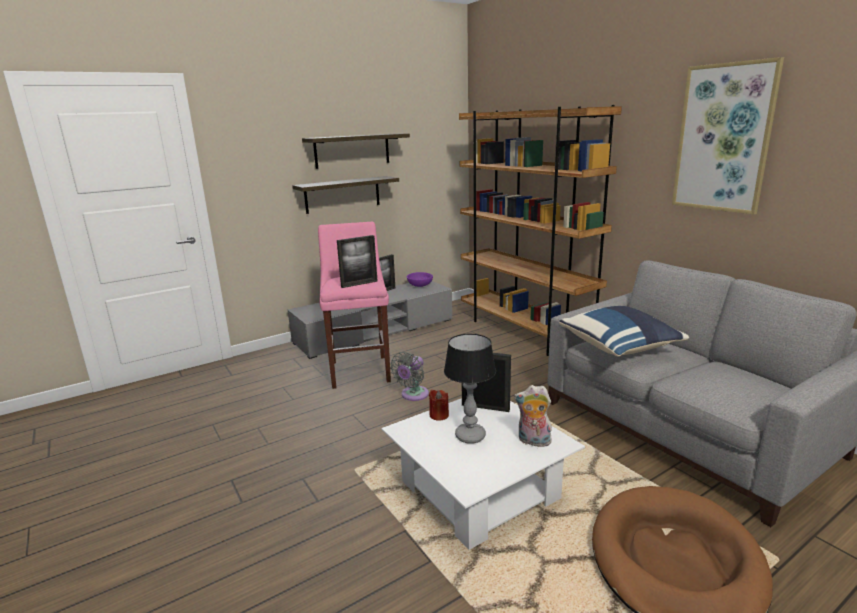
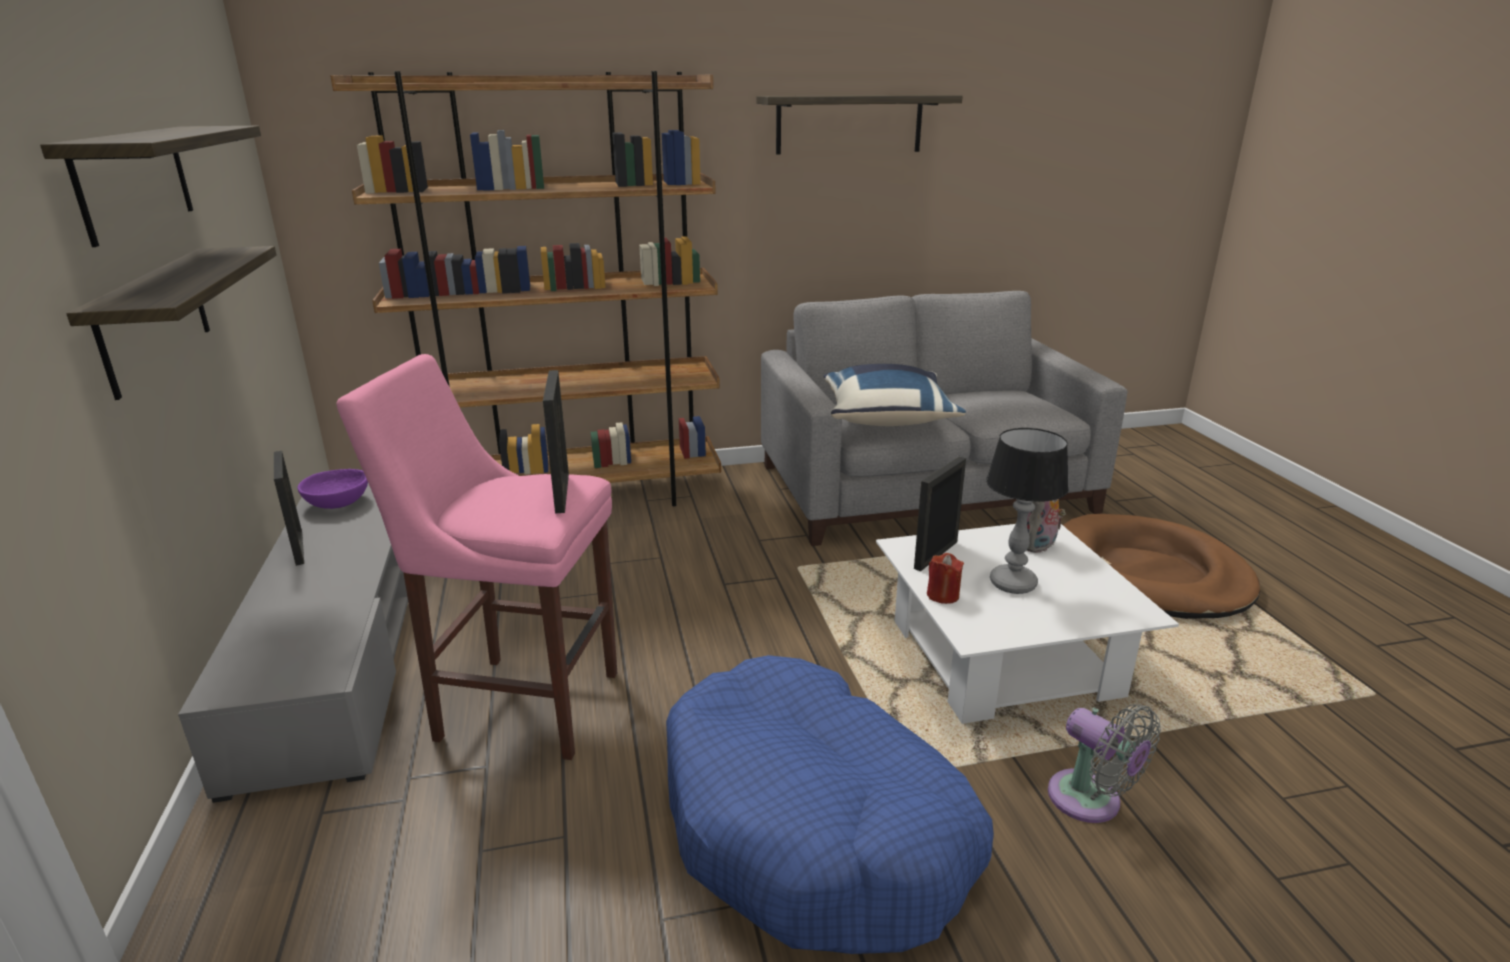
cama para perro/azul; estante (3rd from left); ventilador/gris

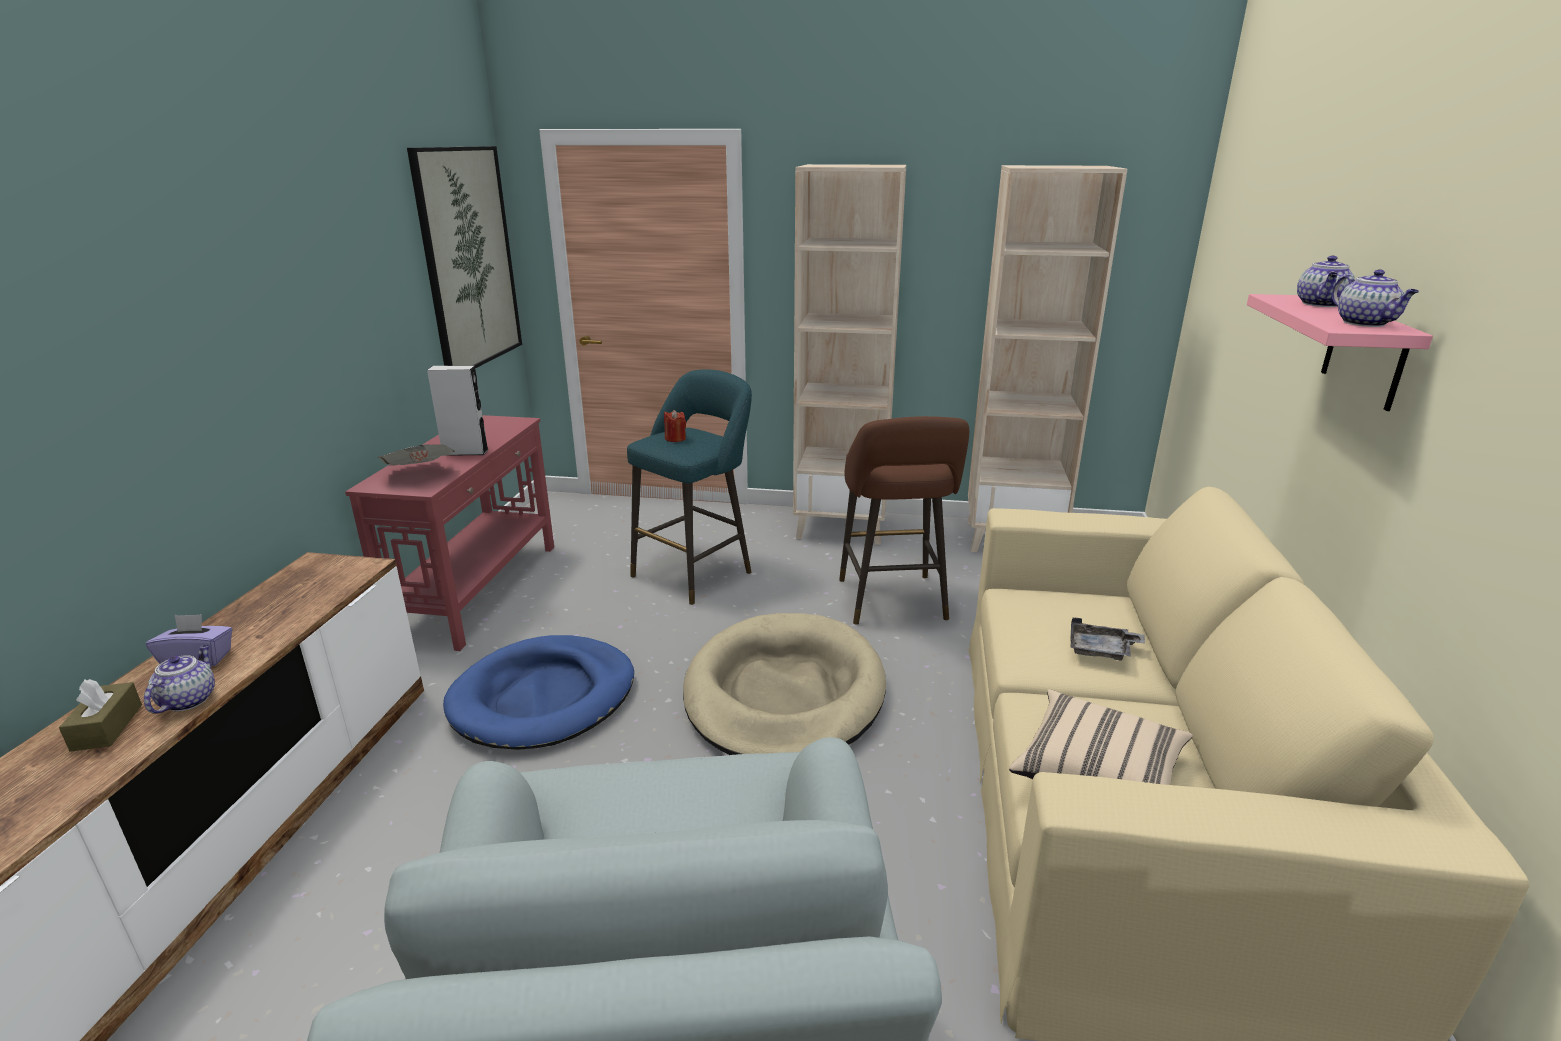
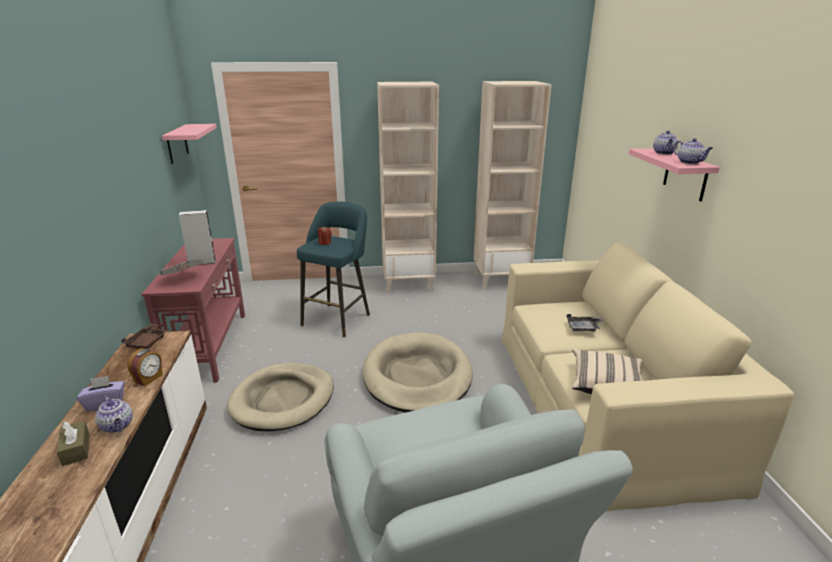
tetera (1st from left); bandeja/marrón; despertador; estante/rosa (1st from left); cama para perro/beis (1st from left); taburete/marrón

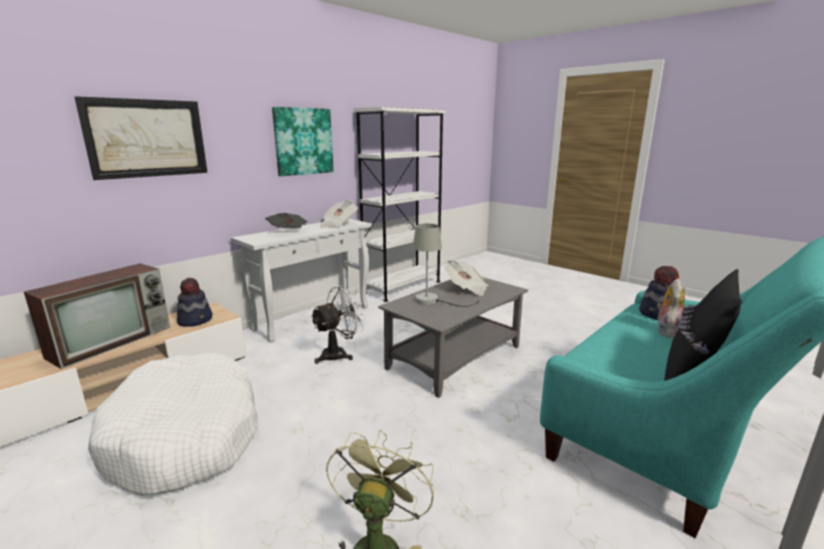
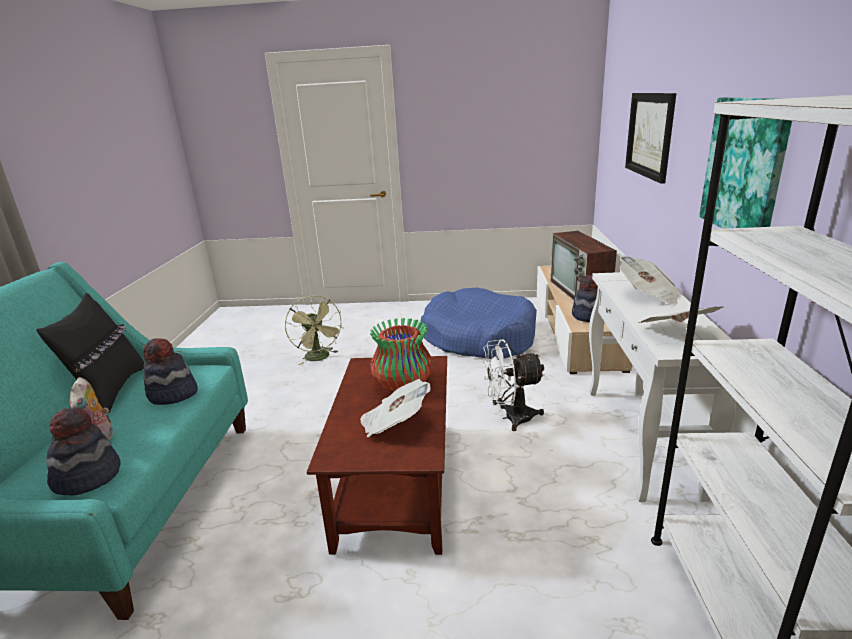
sombrero (2nd from left); mesa de centro/marrón; florero; cama para perro/azul; ventilador/blanco

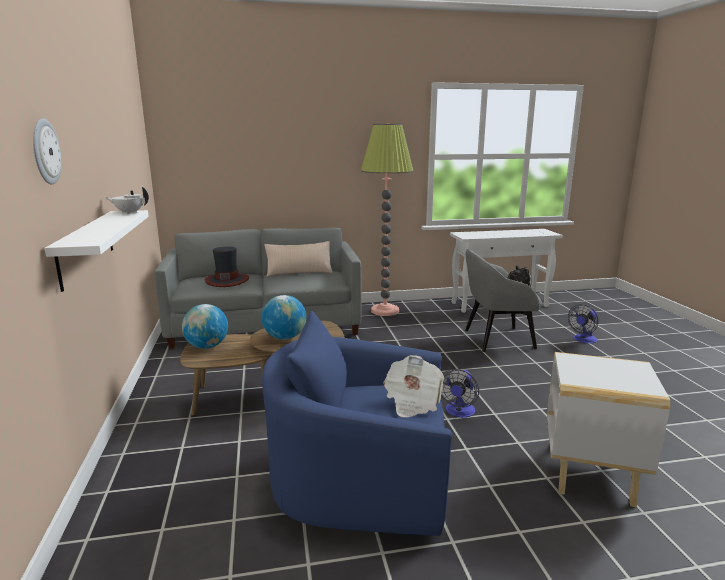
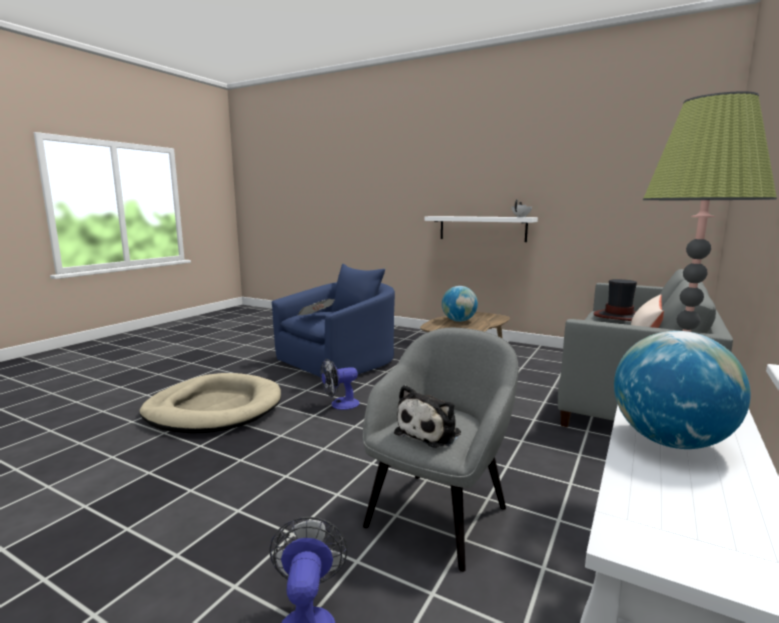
cama para perro/beis; ventilador (2nd from left); globo terráqueo (2nd from left); reloj de pared

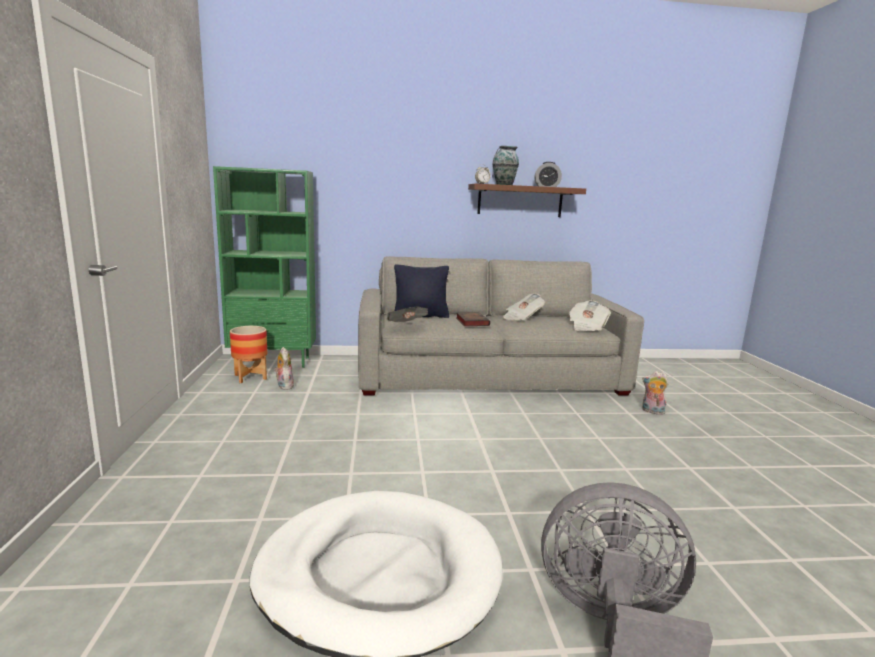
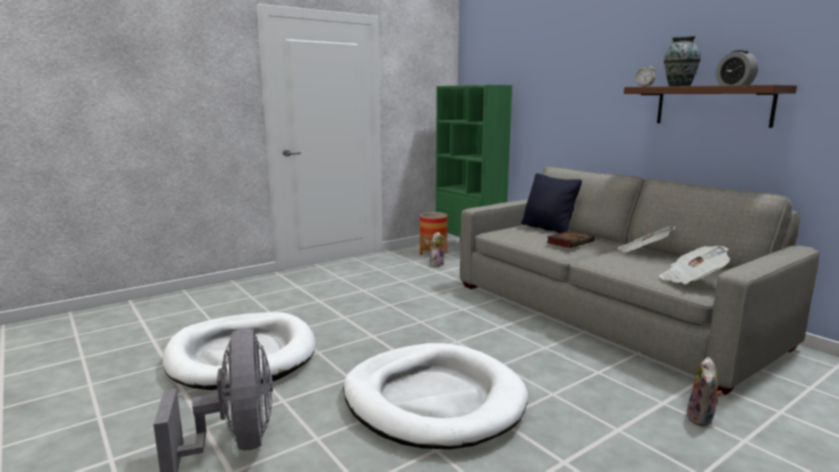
cama para perro/blanco (2nd from left); peluche (2nd from left); periódico (1st from left in the first image)

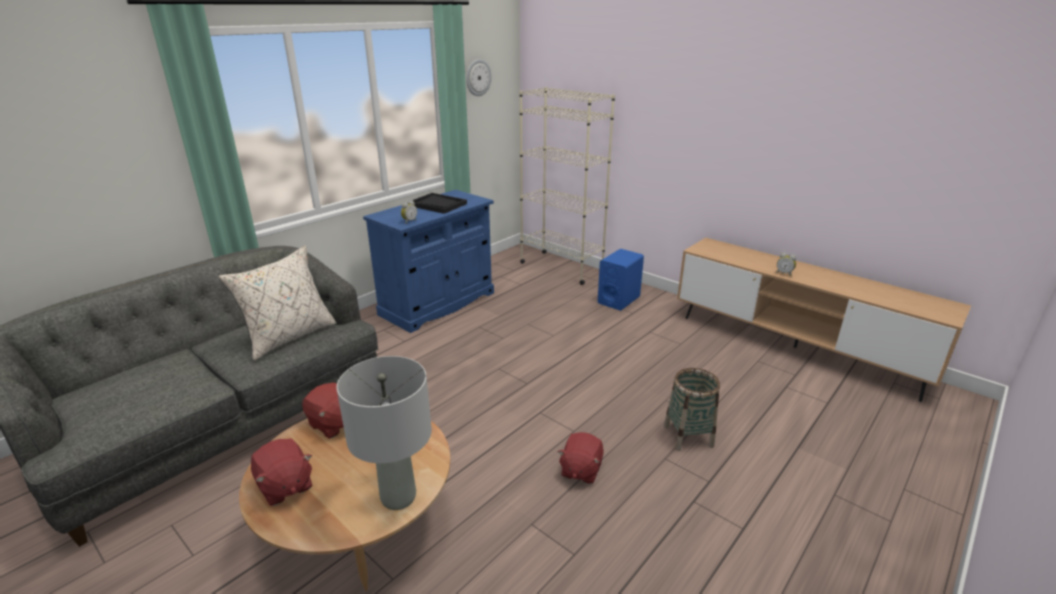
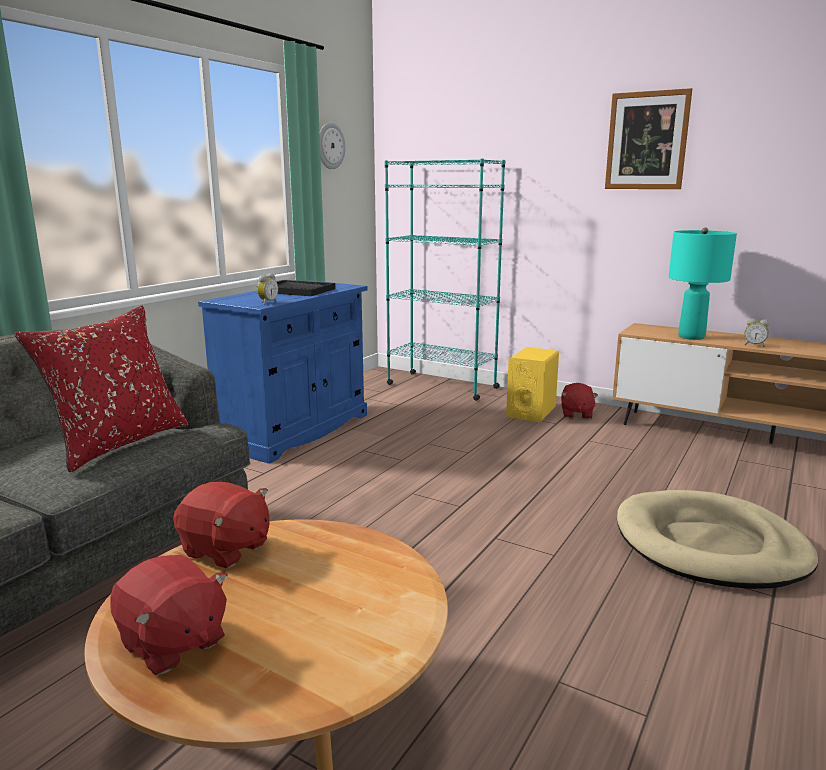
cojín/rojo; estantería/turquesa; altavoz/amarillo; peluche/rojo (3rd from left); cuadro; cama para perro/beis; lámpara de mesa/turquesa; lámpara de mesa/gris

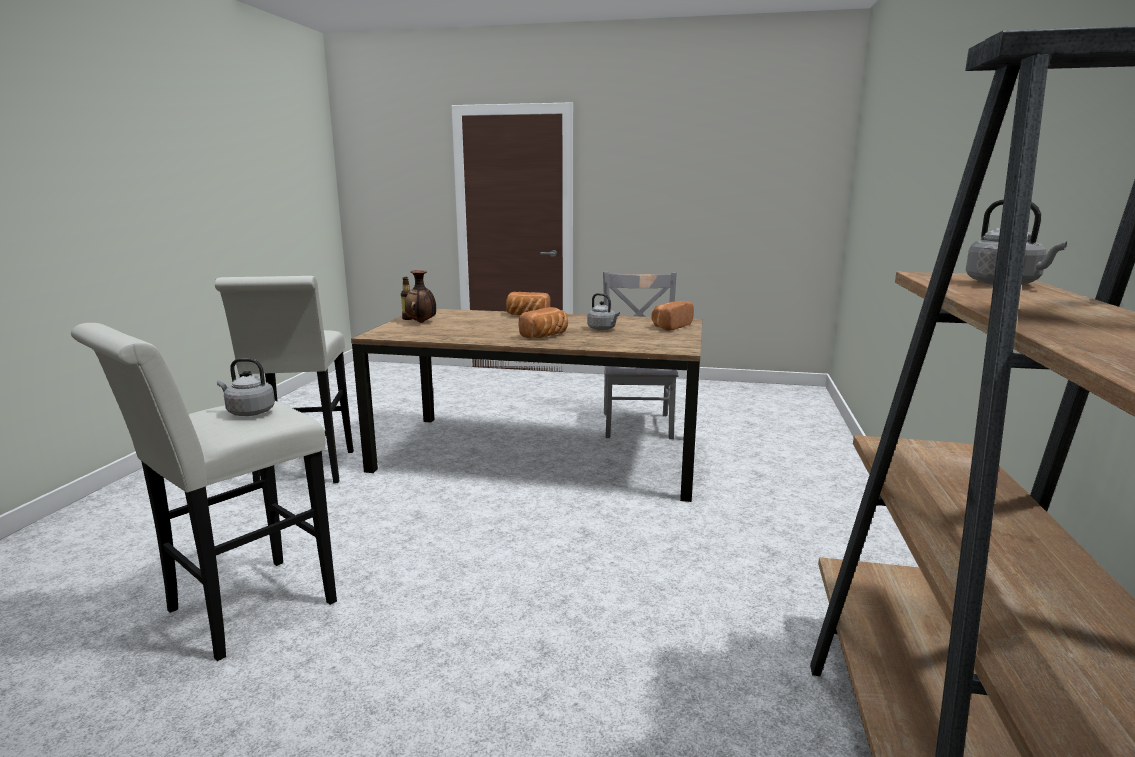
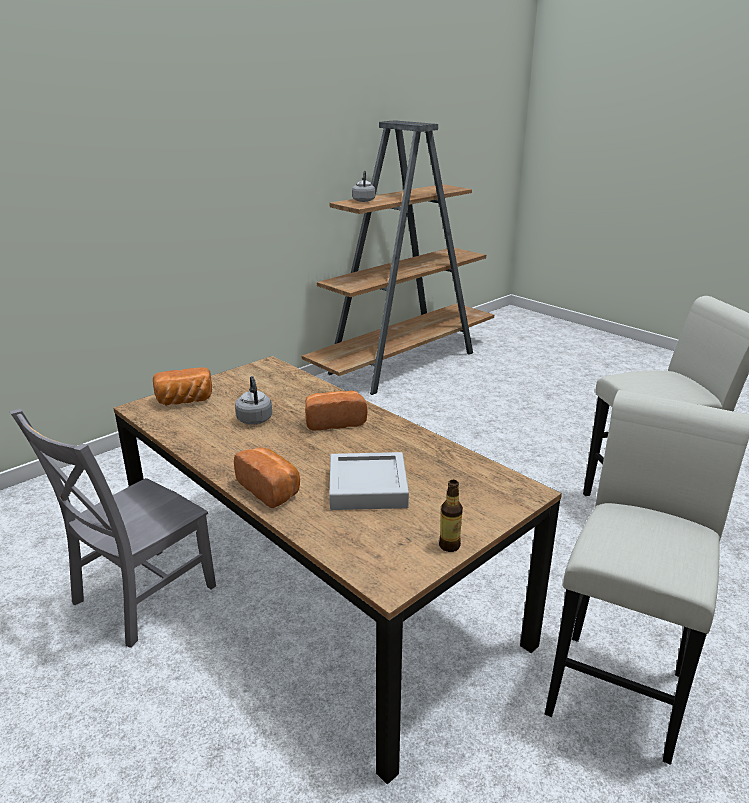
bandeja/gris; hervidor/gris (1st from left in the first image); florero

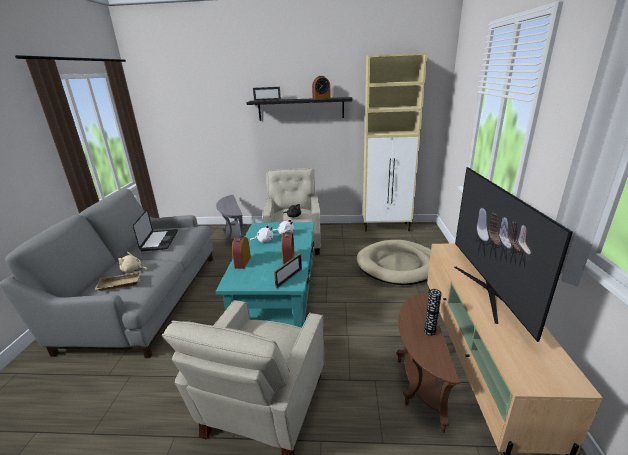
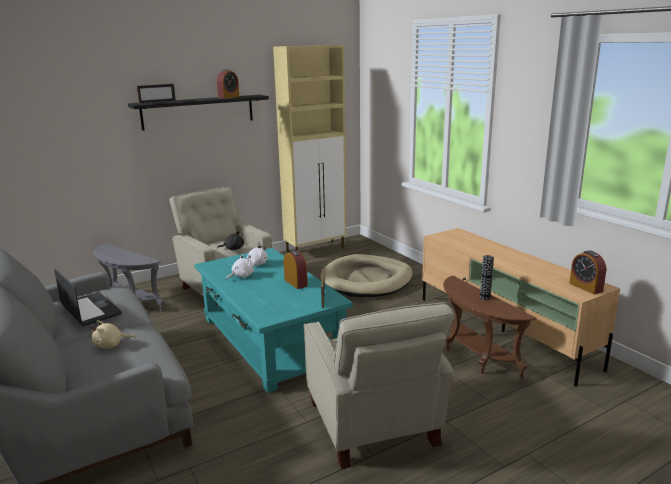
despertador (3rd from left); bandeja/beis; televisor

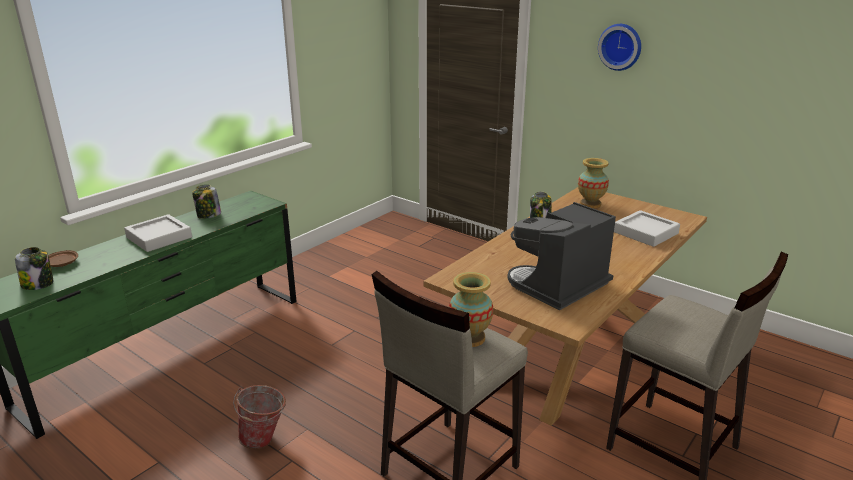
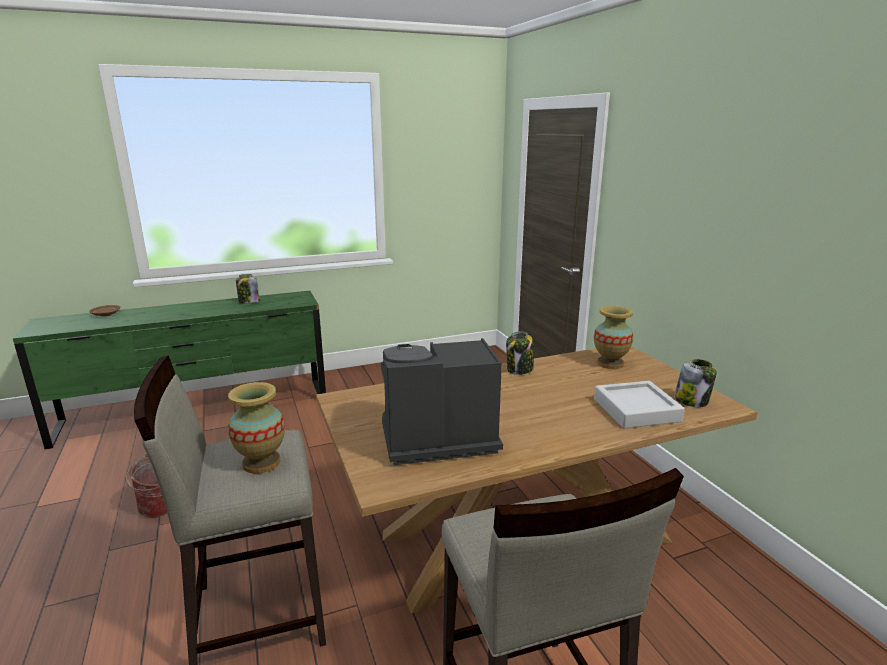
tarro (3rd from left); bandeja/gris (1st from left in the first image); reloj de pared

